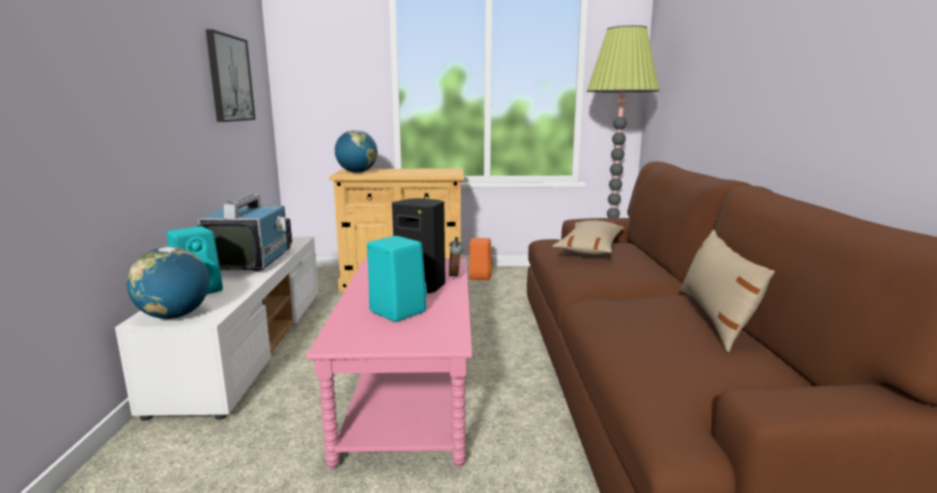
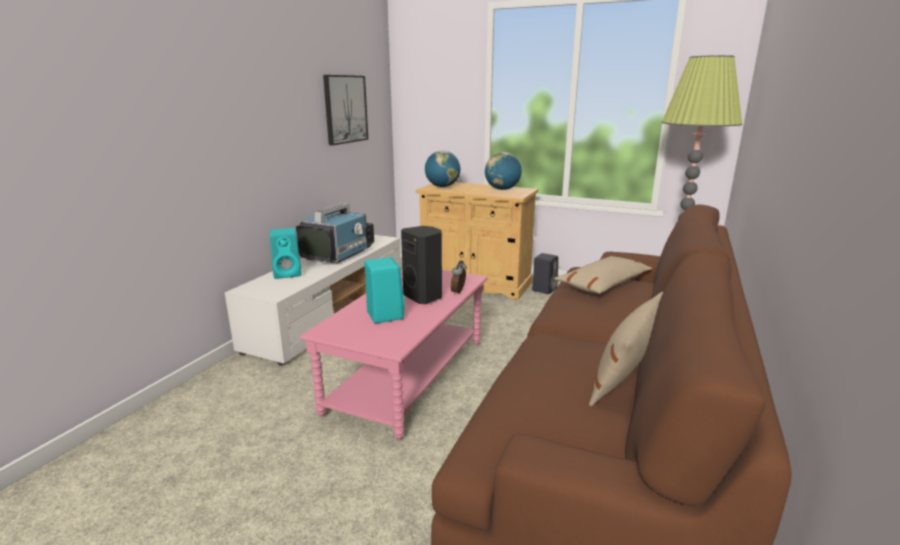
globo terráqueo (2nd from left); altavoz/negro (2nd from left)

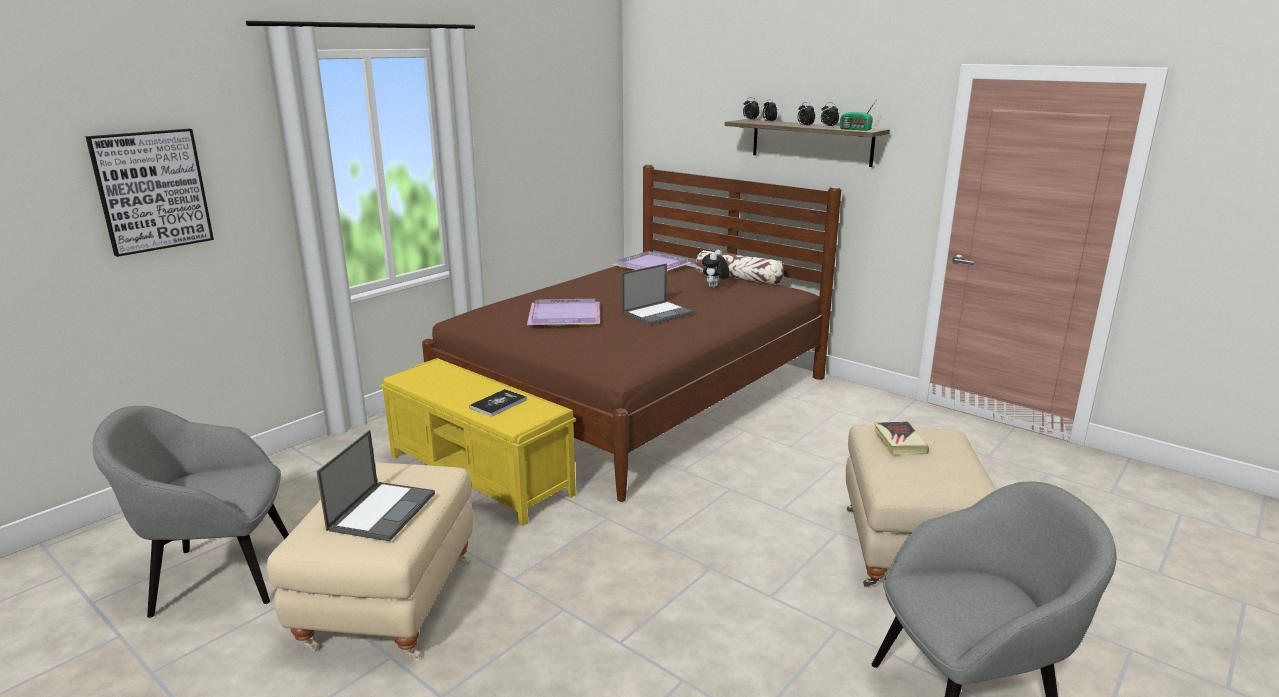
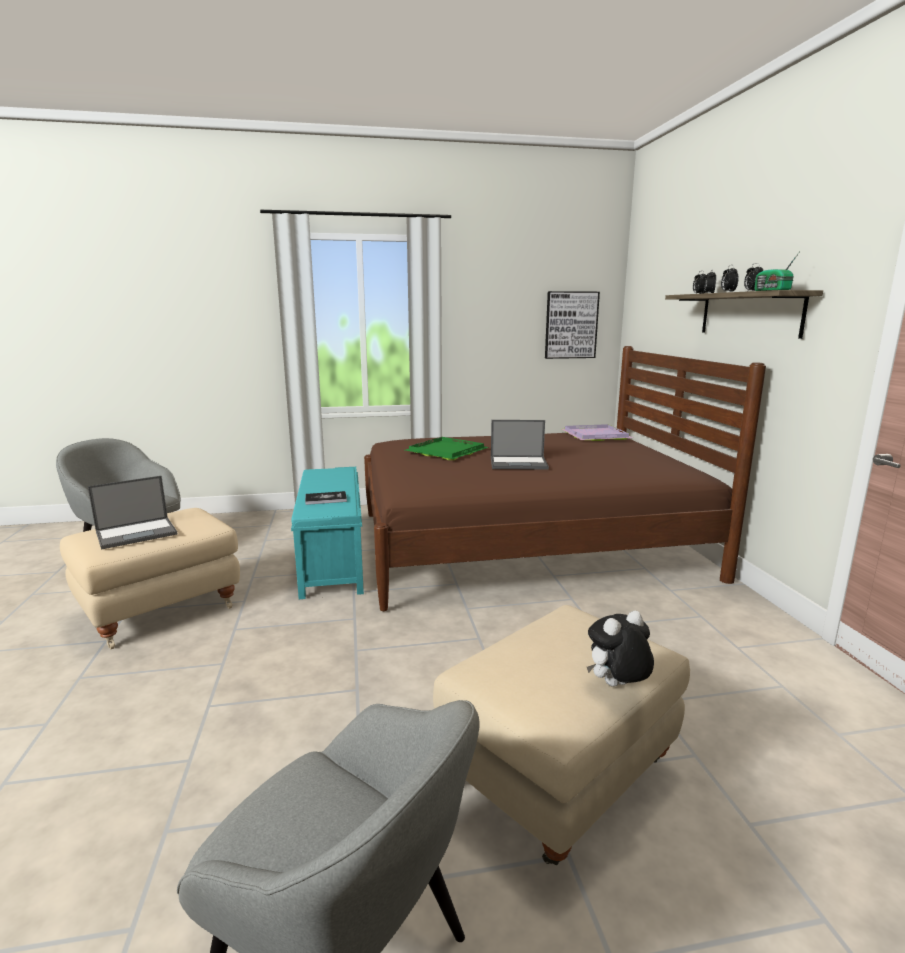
banco/turquesa; bandeja/verde; cuadro; peluche; cojín; libro (2nd from left in the first image)

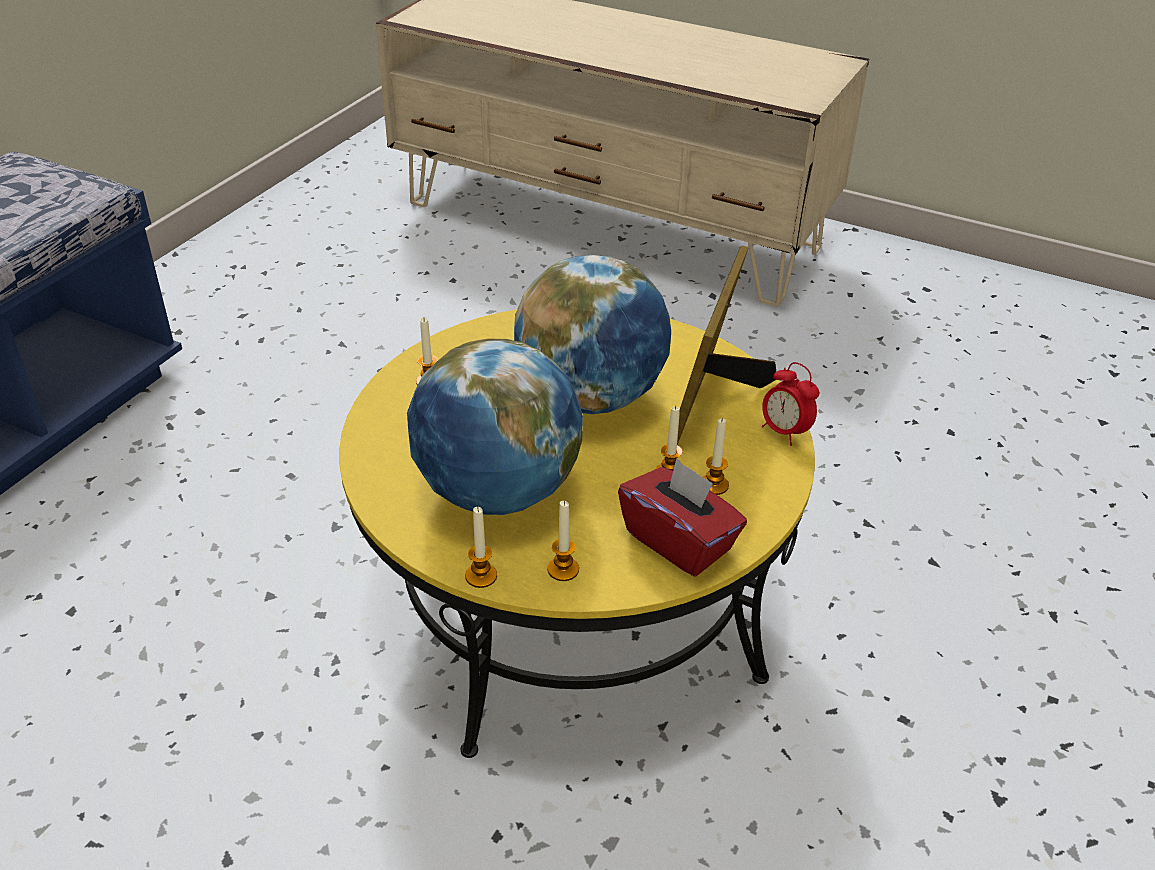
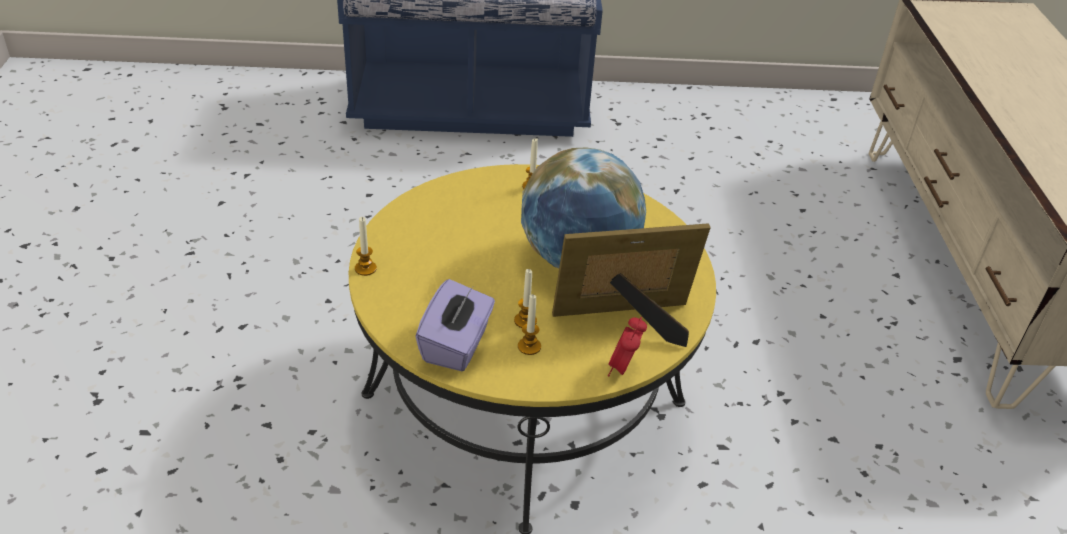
caja de pañuelos/morado; globo terráqueo (1st from left in the first image); vela (3rd from left in the first image)

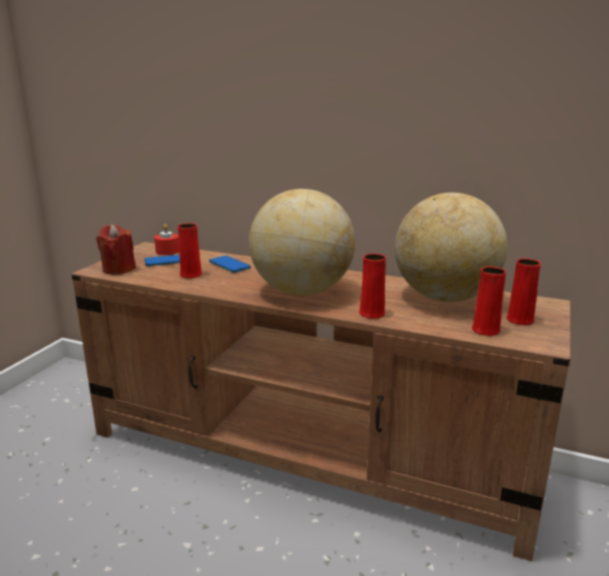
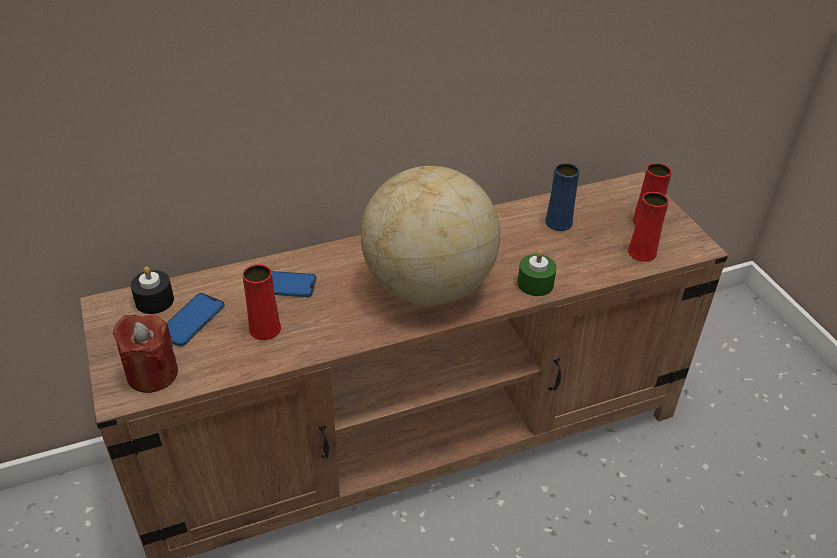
vela/negro; vela/verde; florero/azul

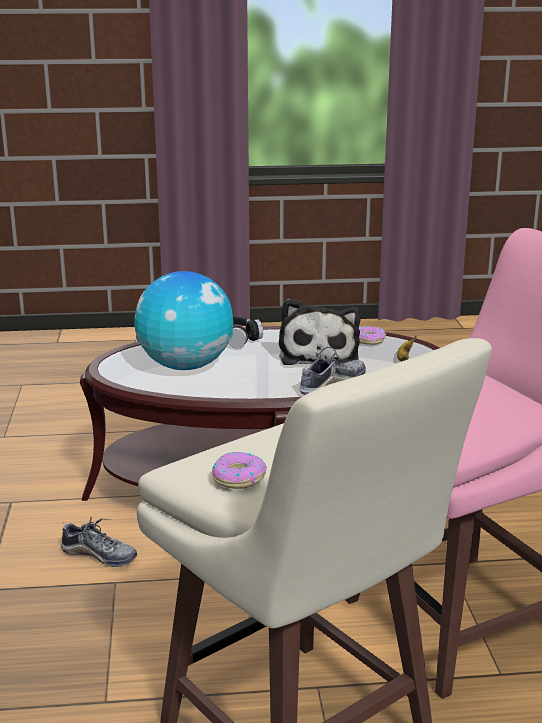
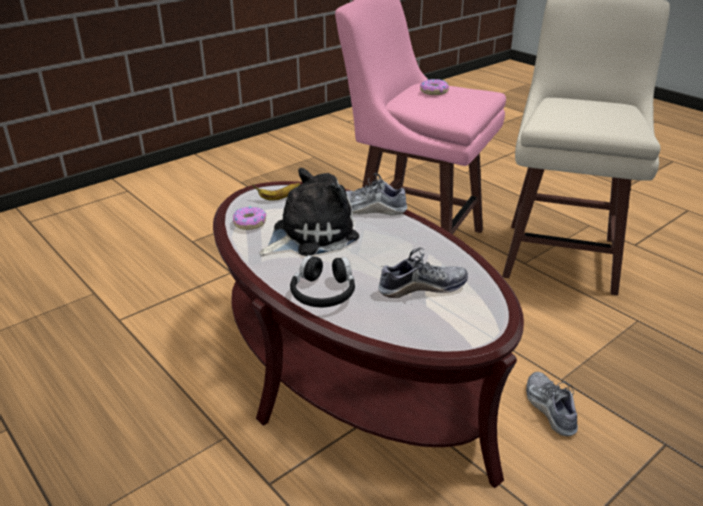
zapato (2nd from left); rosquilla (2nd from left)

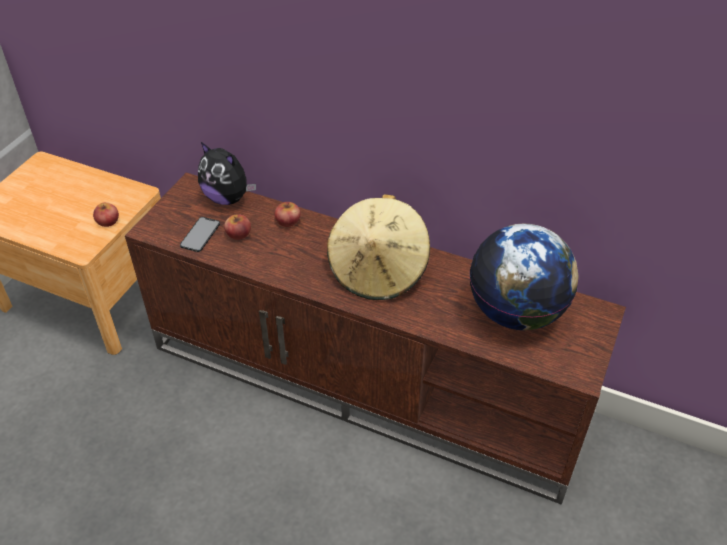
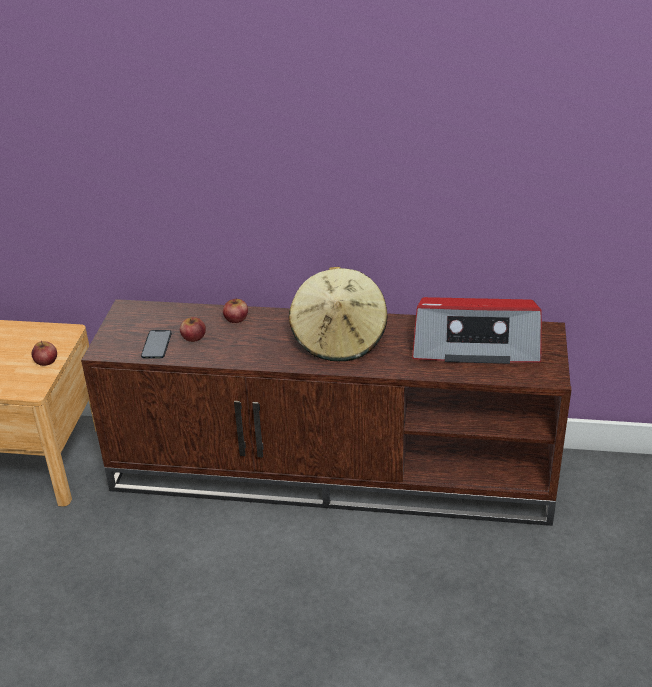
radio; peluche

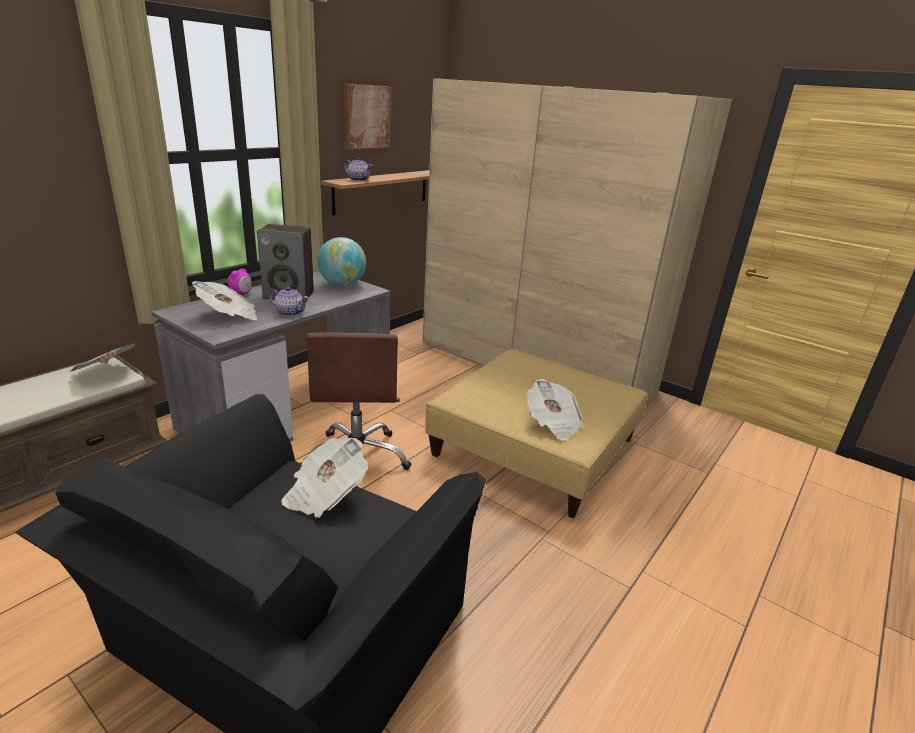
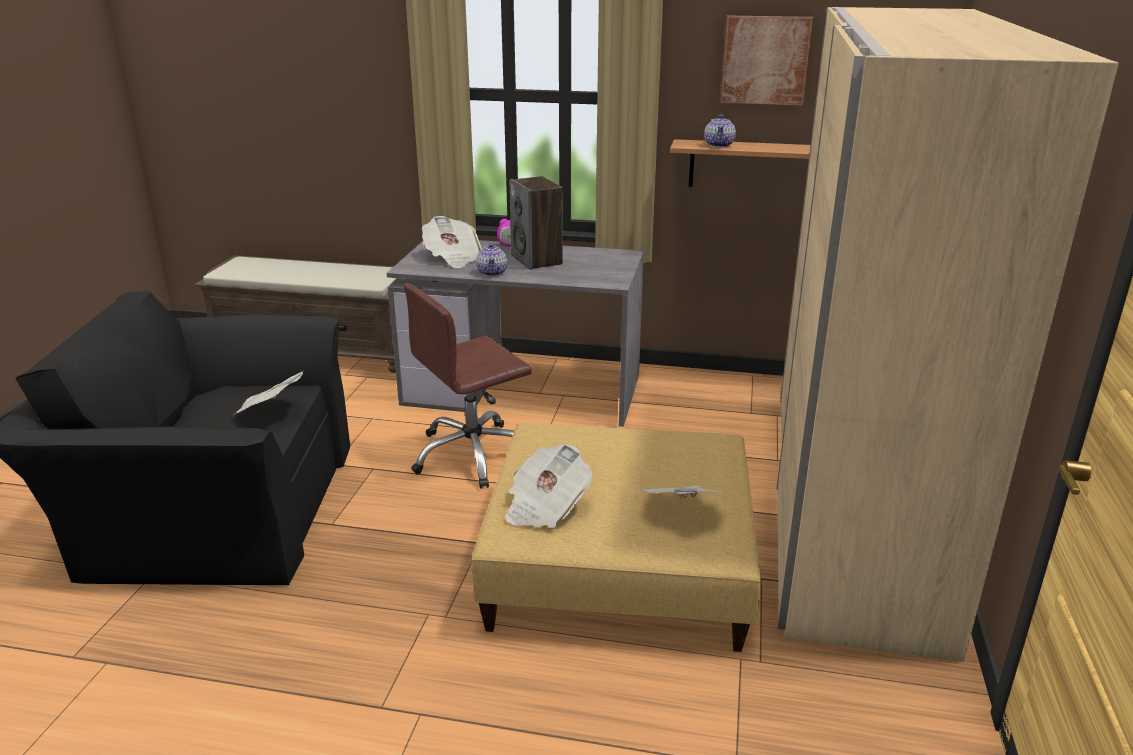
periódico (4th from left); globo terráqueo

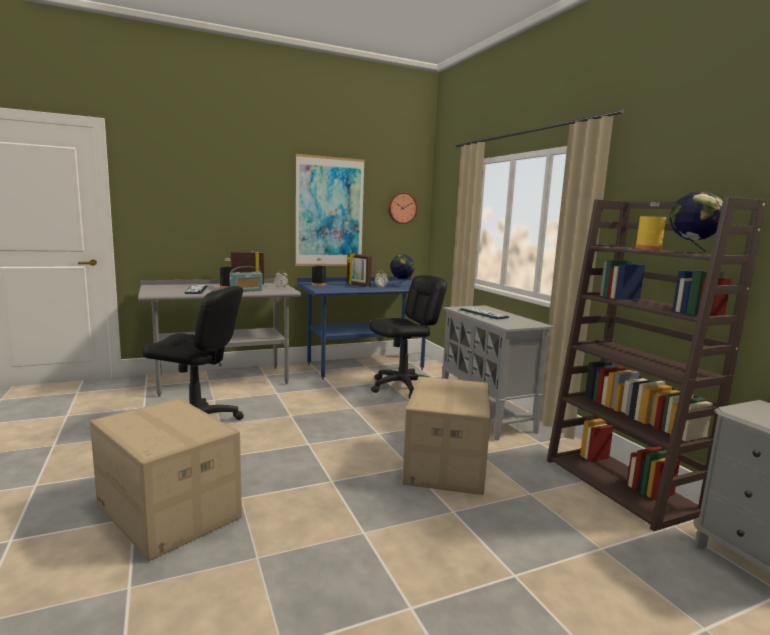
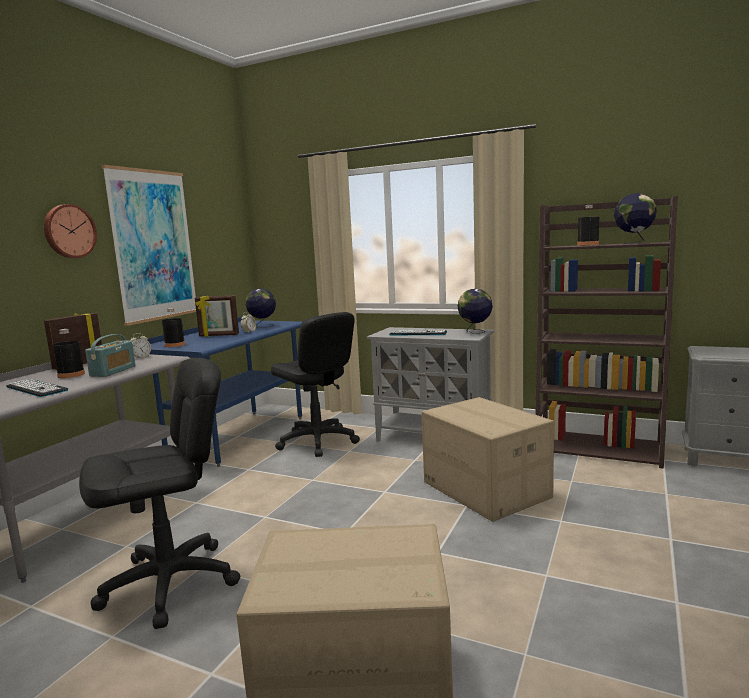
reloj de pared; silla de oficina/negro (2nd from left); globo terráqueo (2nd from left); botella/negro (3rd from left)

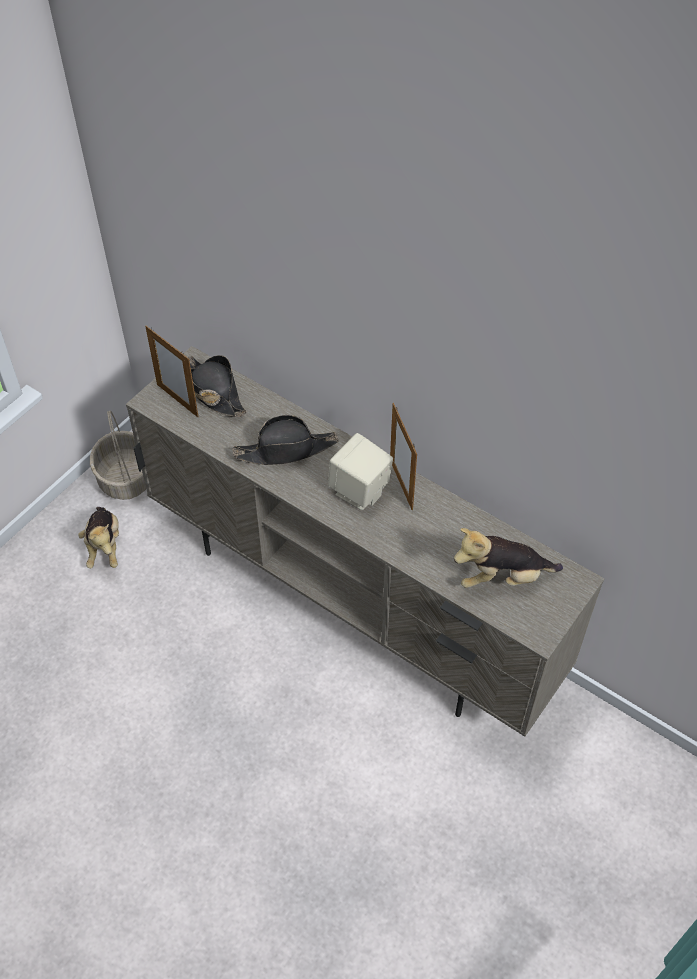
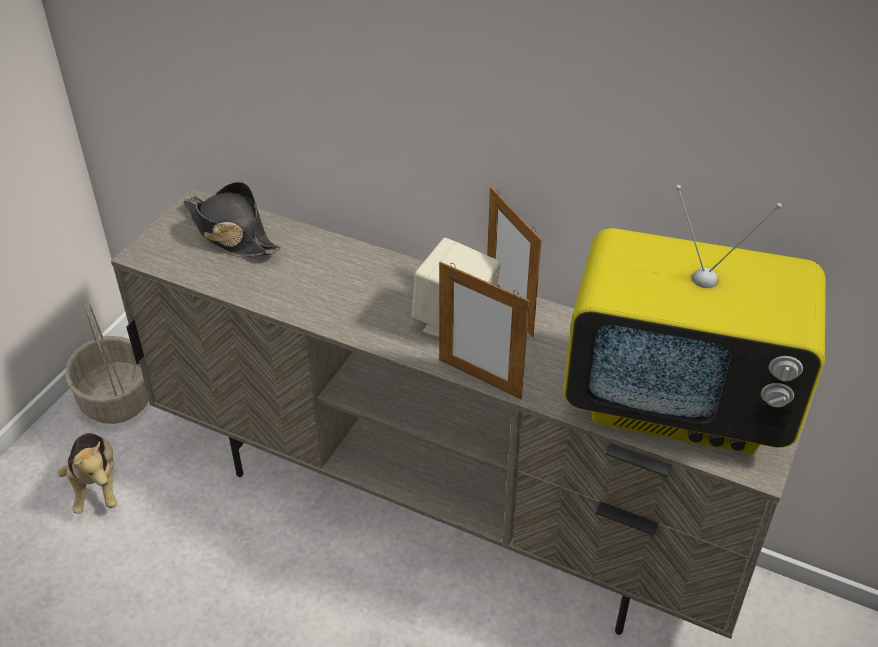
portarretratos (1st from left); televisor; sombrero/negro (2nd from left in the first image)

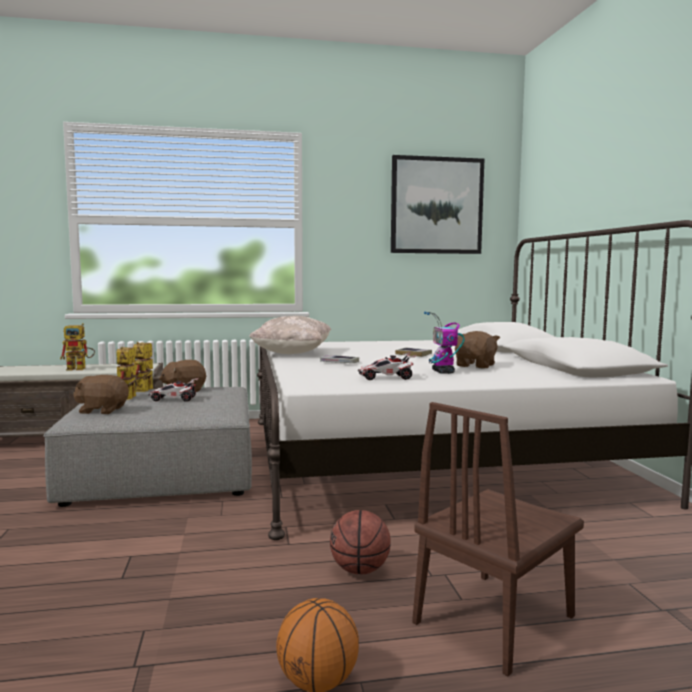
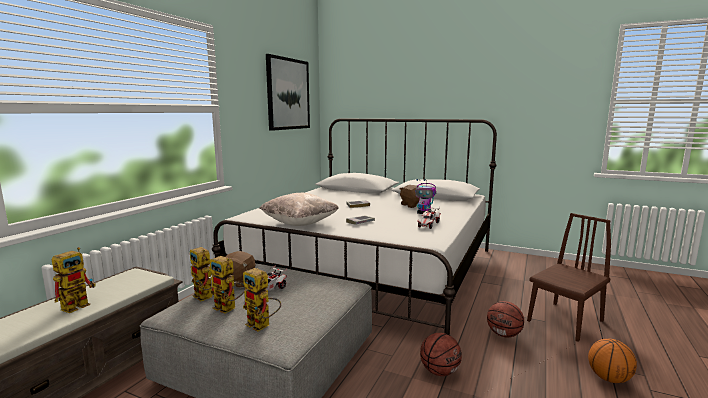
robot de juguete (4th from left); balón de baloncesto (1st from left); silla/marrón

